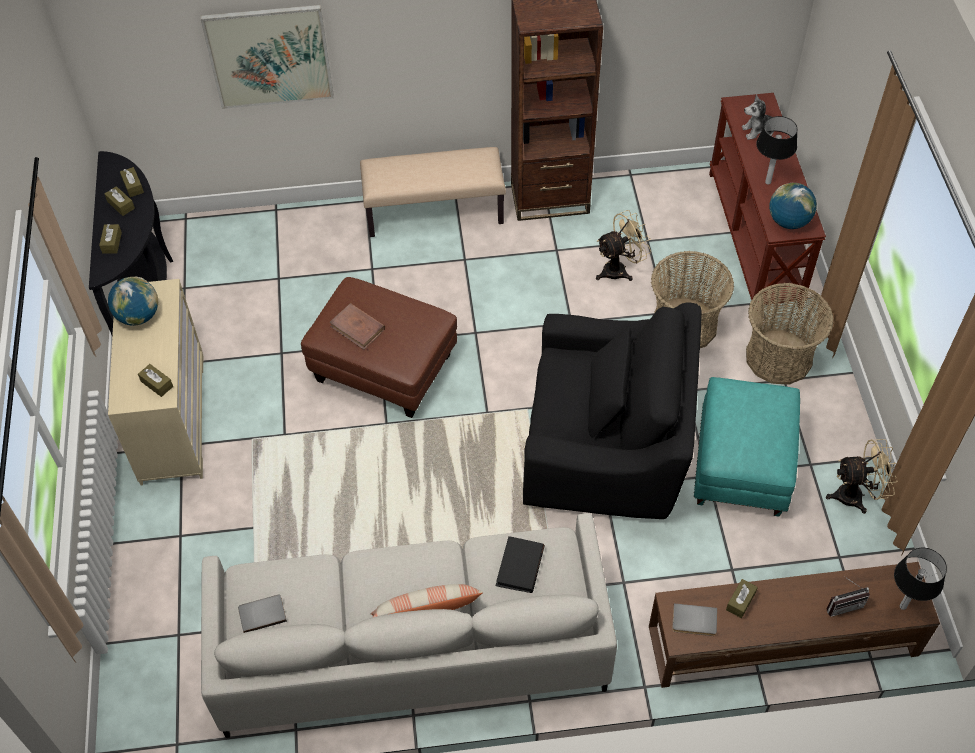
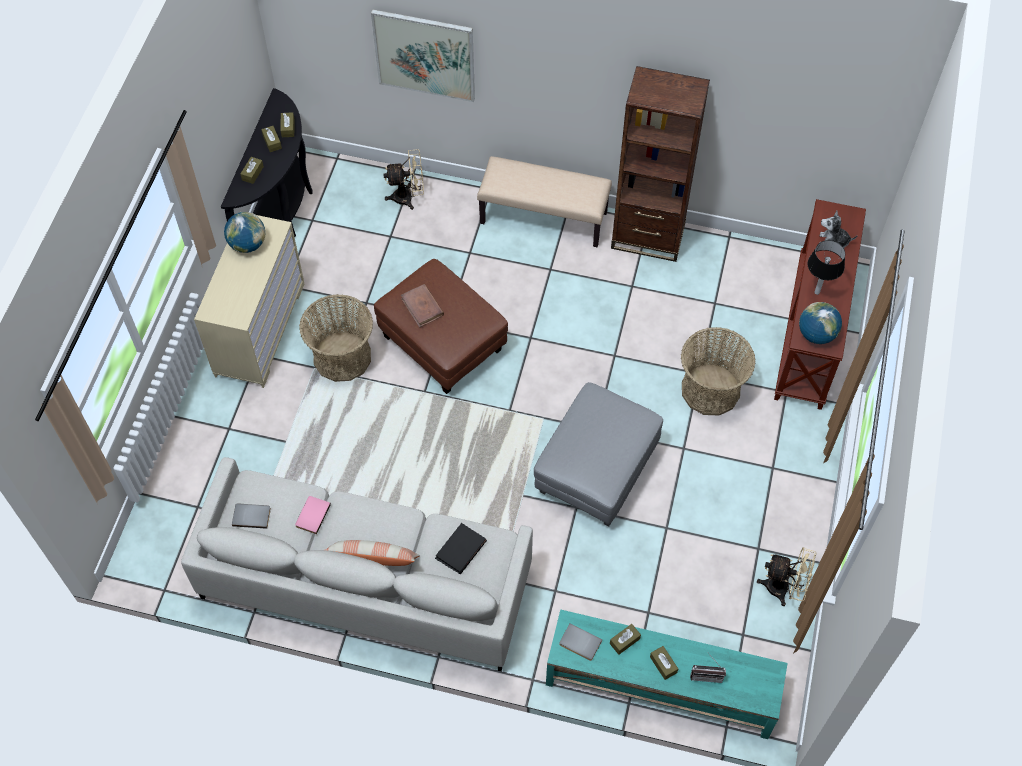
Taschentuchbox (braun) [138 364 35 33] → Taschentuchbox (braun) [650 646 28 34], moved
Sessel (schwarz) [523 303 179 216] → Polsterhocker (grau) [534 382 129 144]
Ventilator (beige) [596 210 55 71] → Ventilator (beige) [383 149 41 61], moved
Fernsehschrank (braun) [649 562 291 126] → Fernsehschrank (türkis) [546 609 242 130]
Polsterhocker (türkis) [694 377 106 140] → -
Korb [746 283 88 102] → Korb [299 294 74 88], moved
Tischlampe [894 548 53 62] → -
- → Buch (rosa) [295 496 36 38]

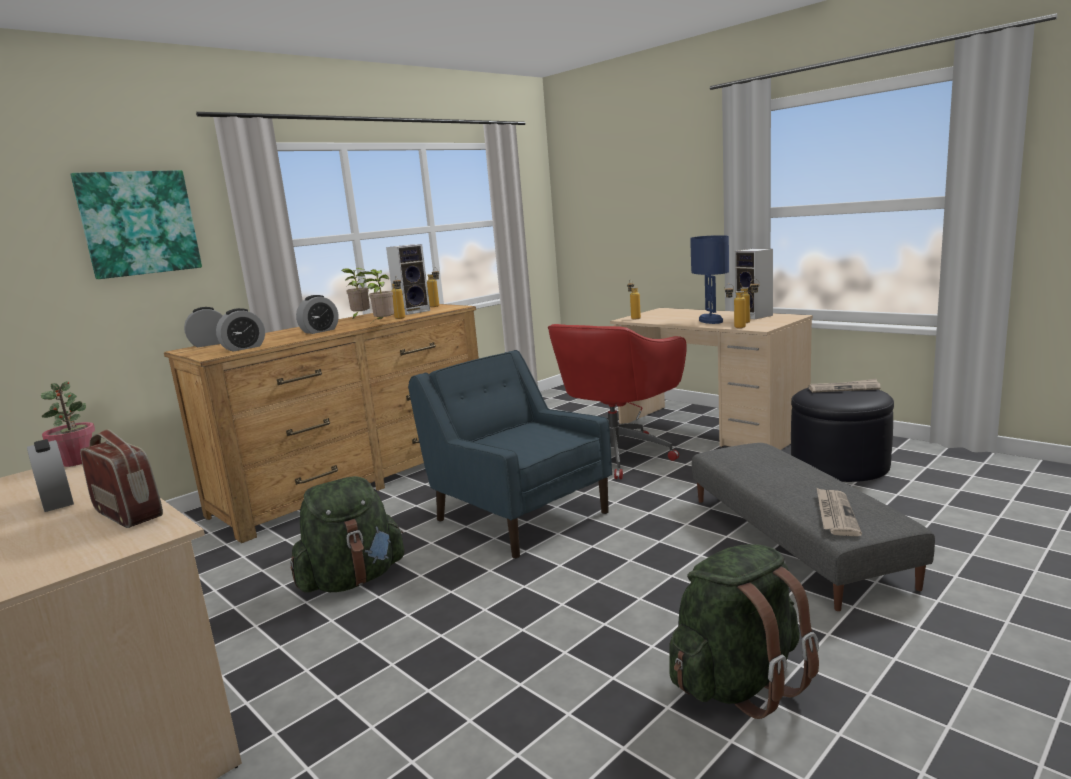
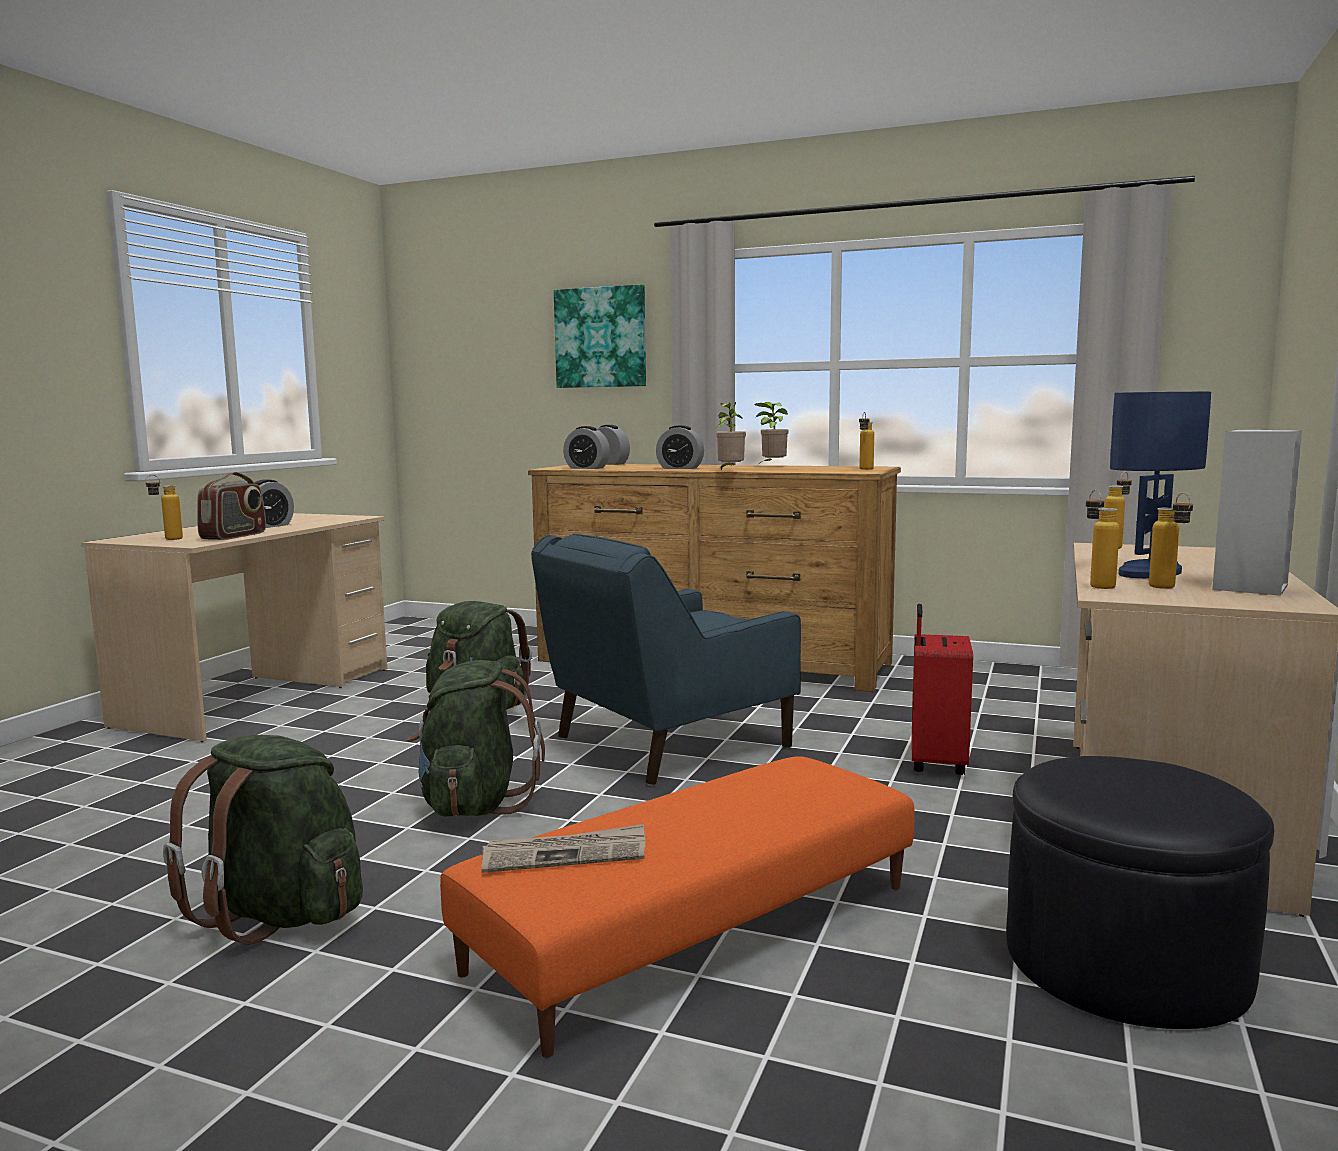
Topfpflanze [41 381 54 86] → -
Lautsprecher [386 244 44 71] → -
Flasche [391 276 14 43] → Flasche [145 475 38 65], moved
Sessel (blau) [408 350 204 209] → Sessel (blau) [531 534 270 252], 150 degrees counterclockwise
Bürostuhl (rot) [548 324 139 155] → Koffer (rot) [912 604 61 171]
Polsterhocker (grau) [692 443 243 168] → Polsterhocker (orange) [440 756 475 302]
Zeitung [808 379 72 14] → -
- → Rucksack (grün) [407 660 138 156]

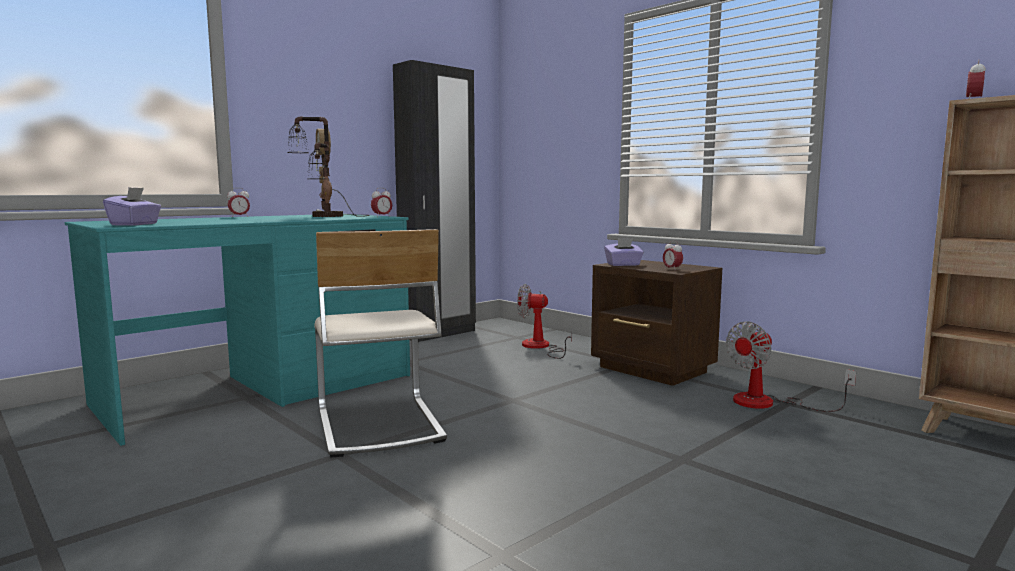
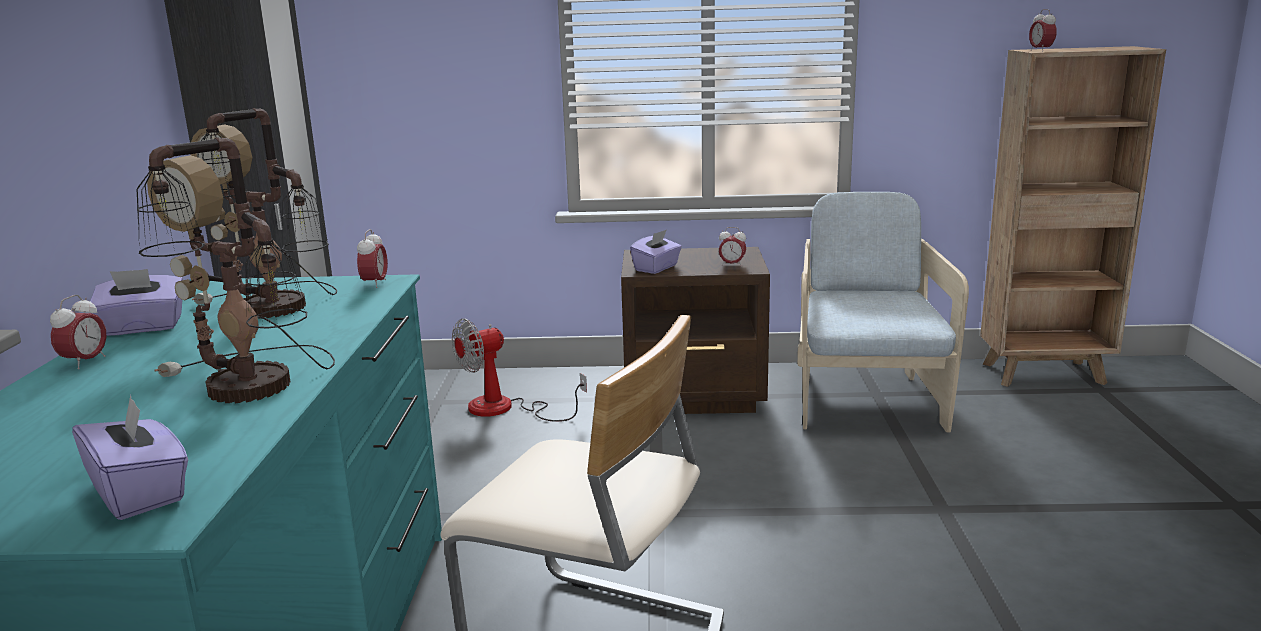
Ventilator [726 321 130 91] → Sessel (beige) [797 192 172 240]
- → Taschentuchbox (lila) [90 269 93 67]
- → Tischlampe [137 137 198 266]

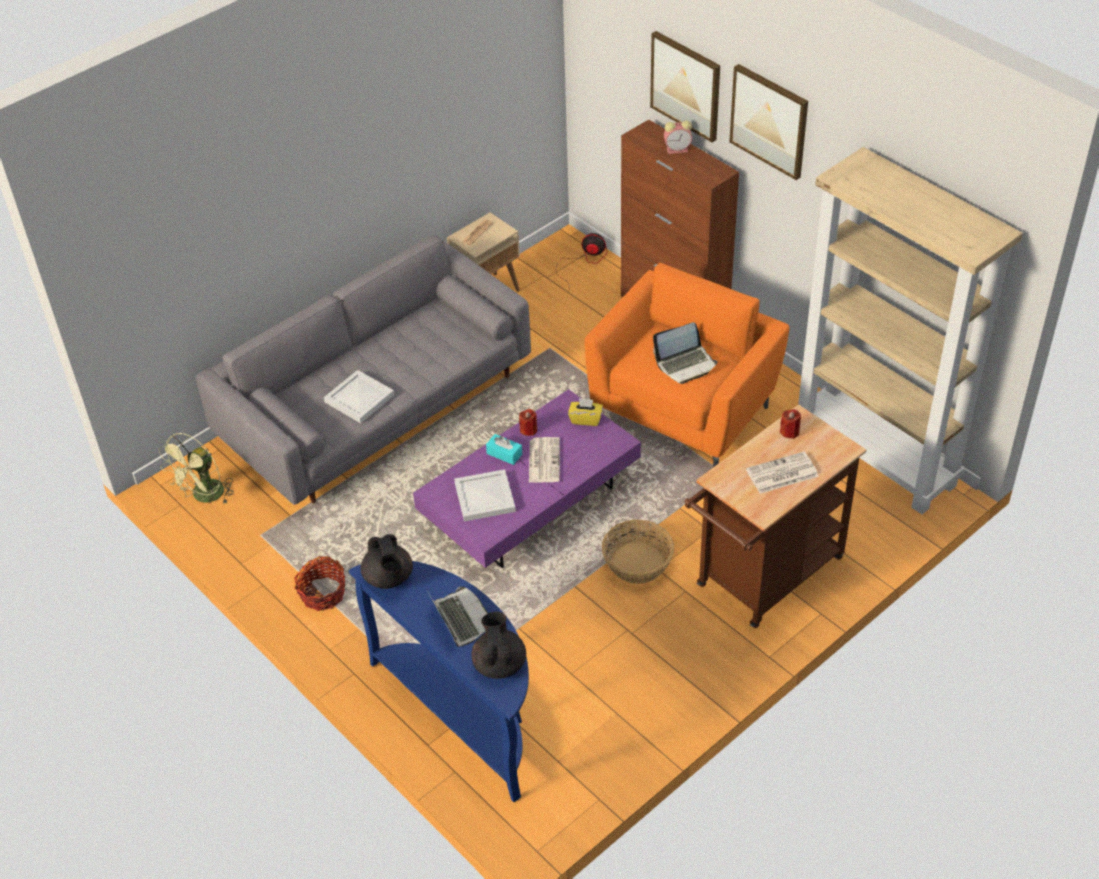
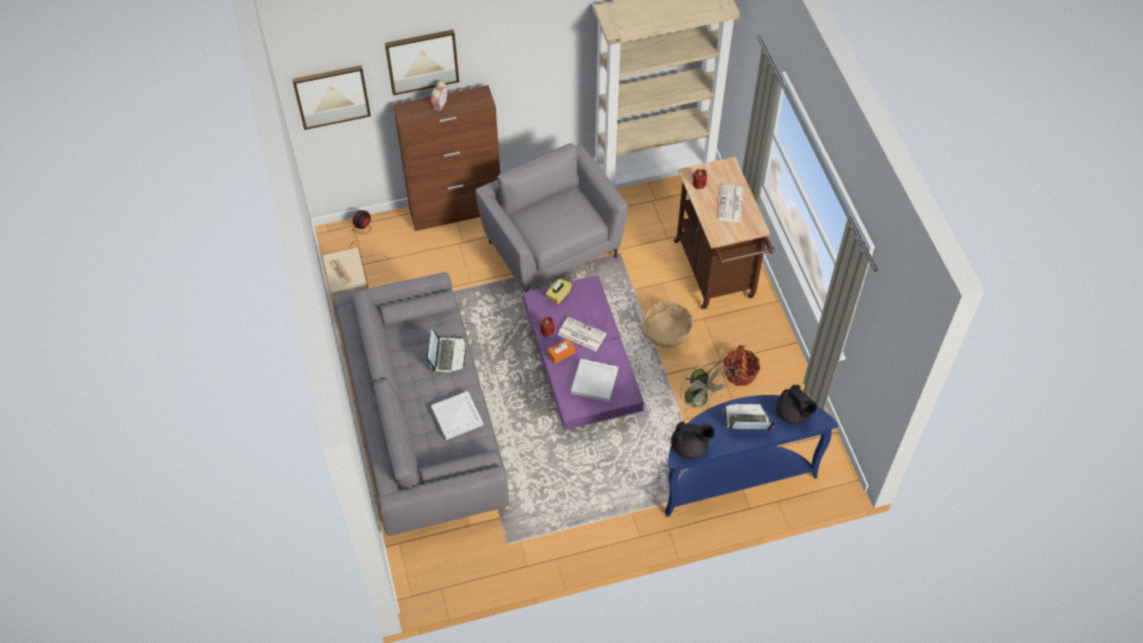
Ventilator (grün) [159 433 75 71] → Ventilator (grün) [680 361 50 52], moved
Korb [294 556 51 55] → Korb [724 345 36 41], moved
Teekanne (schwarz) [471 611 55 68] → Teekanne (schwarz) [776 385 41 39], 150 degrees counterclockwise
Taschentuchbox (türkis) [486 434 36 31] → Taschentuchbox (orange) [548 339 27 25]
Sessel (orange) [585 263 204 204] → Sessel (grau) [476 143 152 149]
Laptop [653 322 65 62] → Laptop [427 329 39 44], moved
Bild [729 64 79 116] → Bild [292 65 79 65], moved

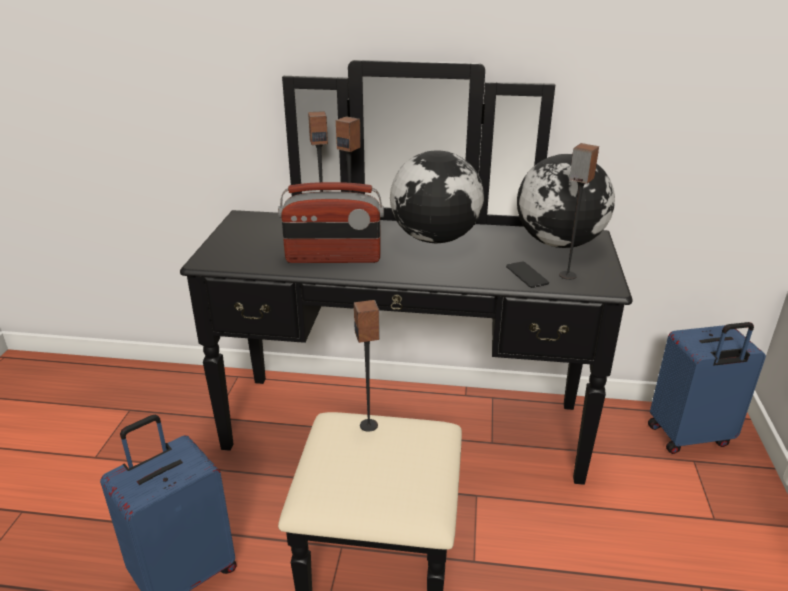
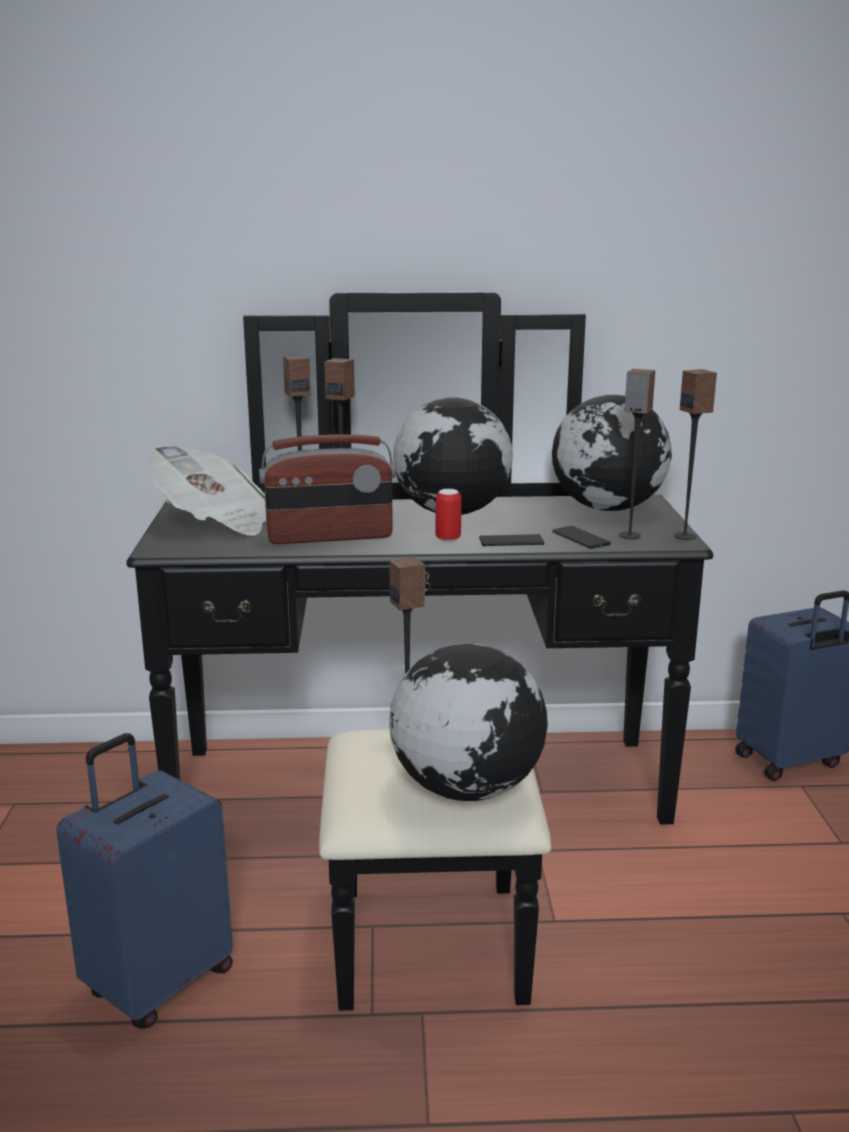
- → Zeitung [145 444 121 92]
- → Globus [389 644 159 157]
- → Dose [436 489 25 53]
- → Handy [479 534 65 12]
- → Lautsprecher [674 369 43 171]

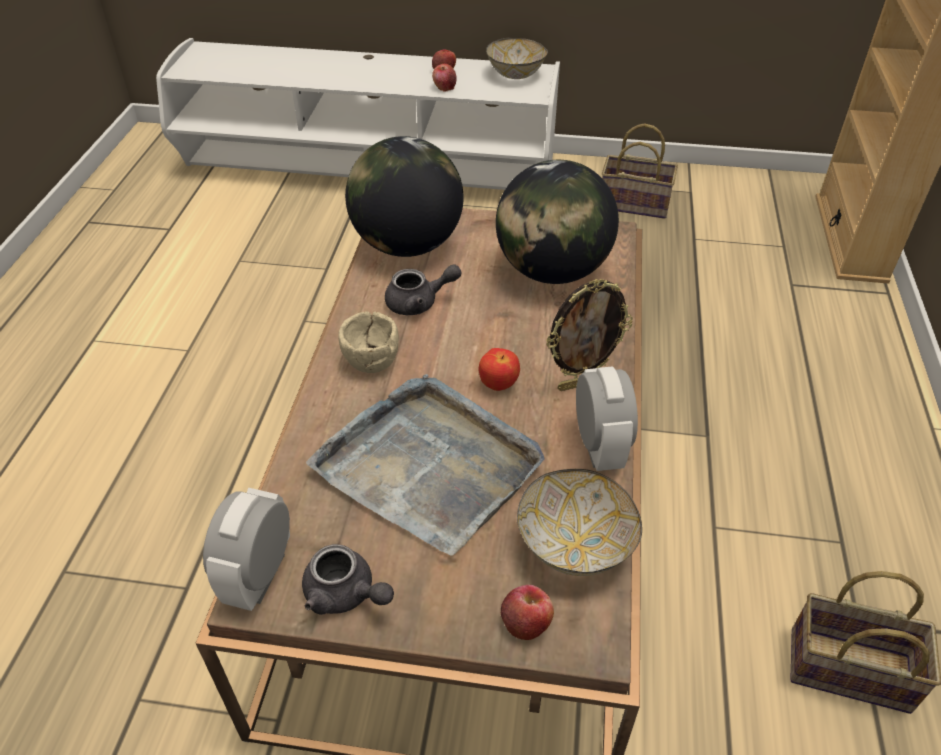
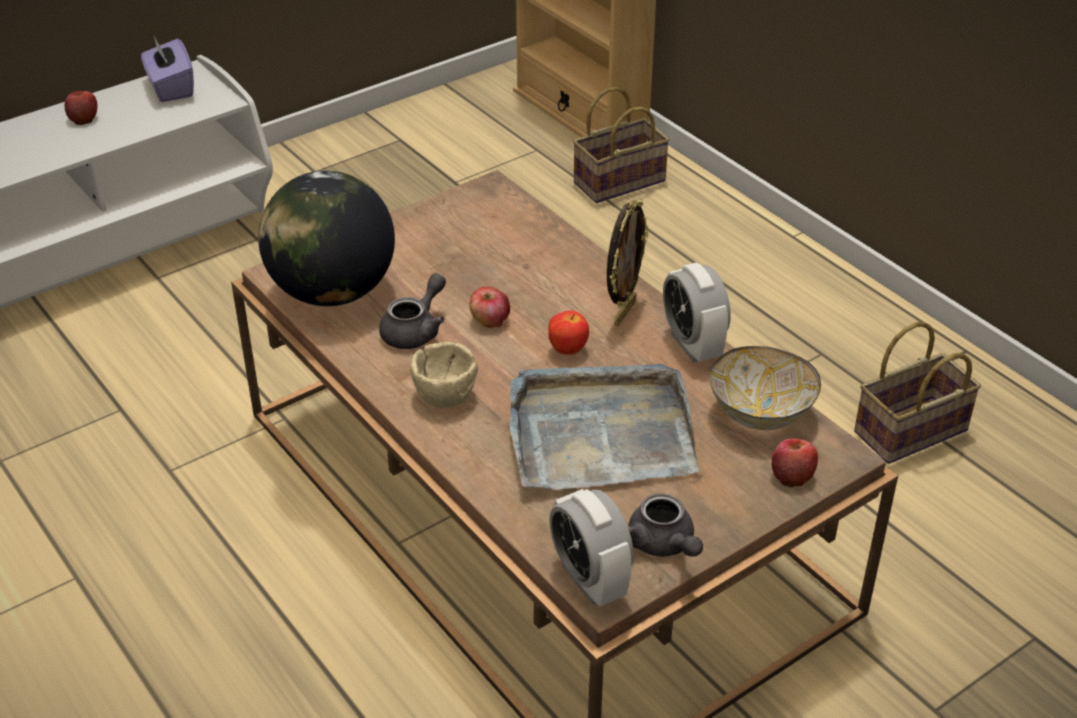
Teekanne (grau) [302 544 92 71] → Teekanne (grau) [628 493 75 64], 75 degrees clockwise
Apfel [432 64 25 28] → Apfel [469 287 41 41], moved
Schüssel [486 37 62 42] → Taschentuchbox (lila) [141 37 53 65]
Globus [496 160 123 124] → -
Wecker [576 366 62 105] → Wecker [663 263 68 99], 150 degrees counterclockwise
Korb [602 123 76 96] → Korb [573 87 97 116], moved

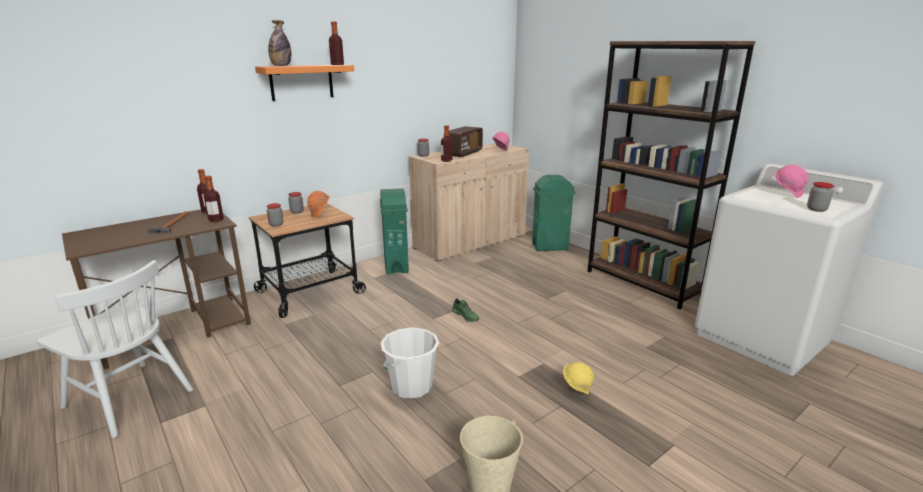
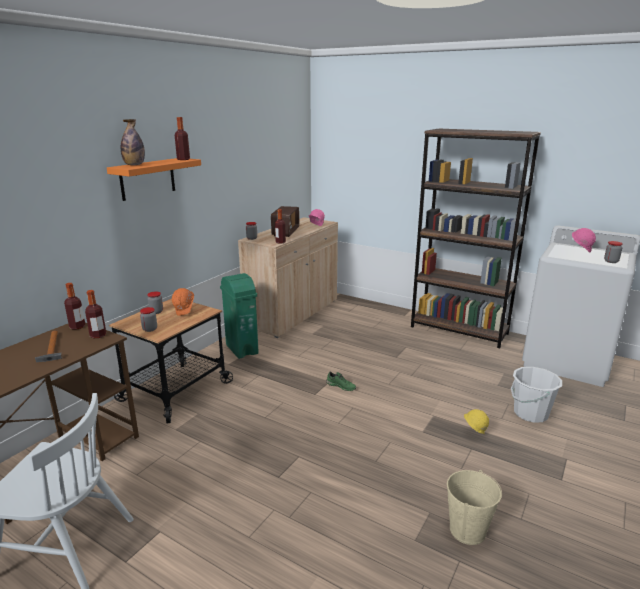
Eimer (weiß) [380 327 59 72] → Eimer (weiß) [511 367 51 56], moved
Mülleimer (grün) [532 175 43 76] → -

